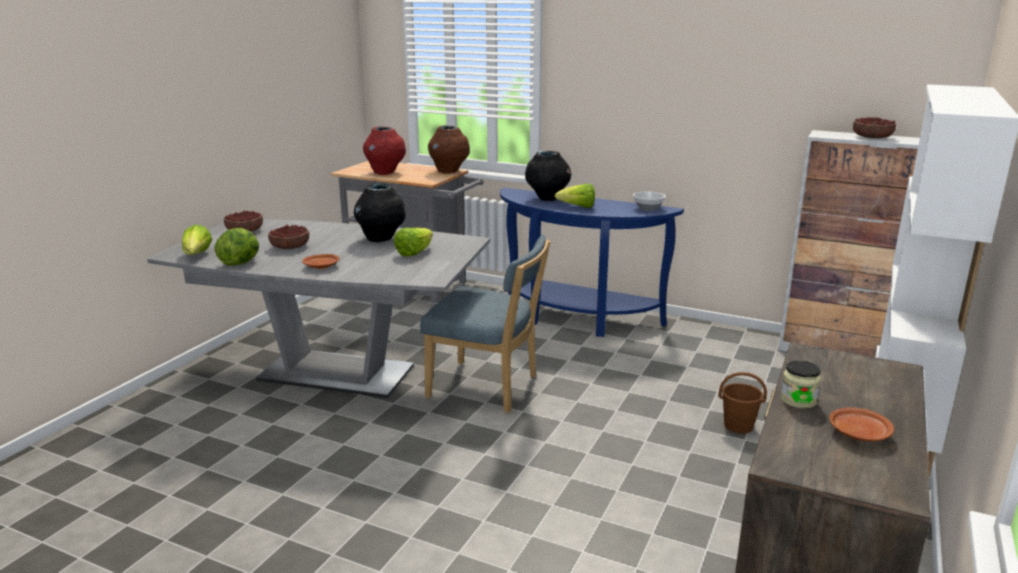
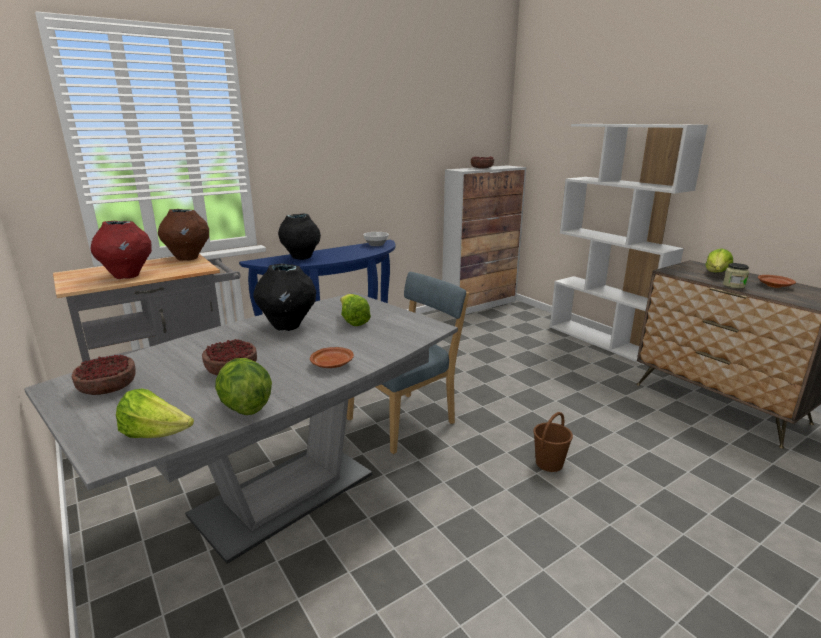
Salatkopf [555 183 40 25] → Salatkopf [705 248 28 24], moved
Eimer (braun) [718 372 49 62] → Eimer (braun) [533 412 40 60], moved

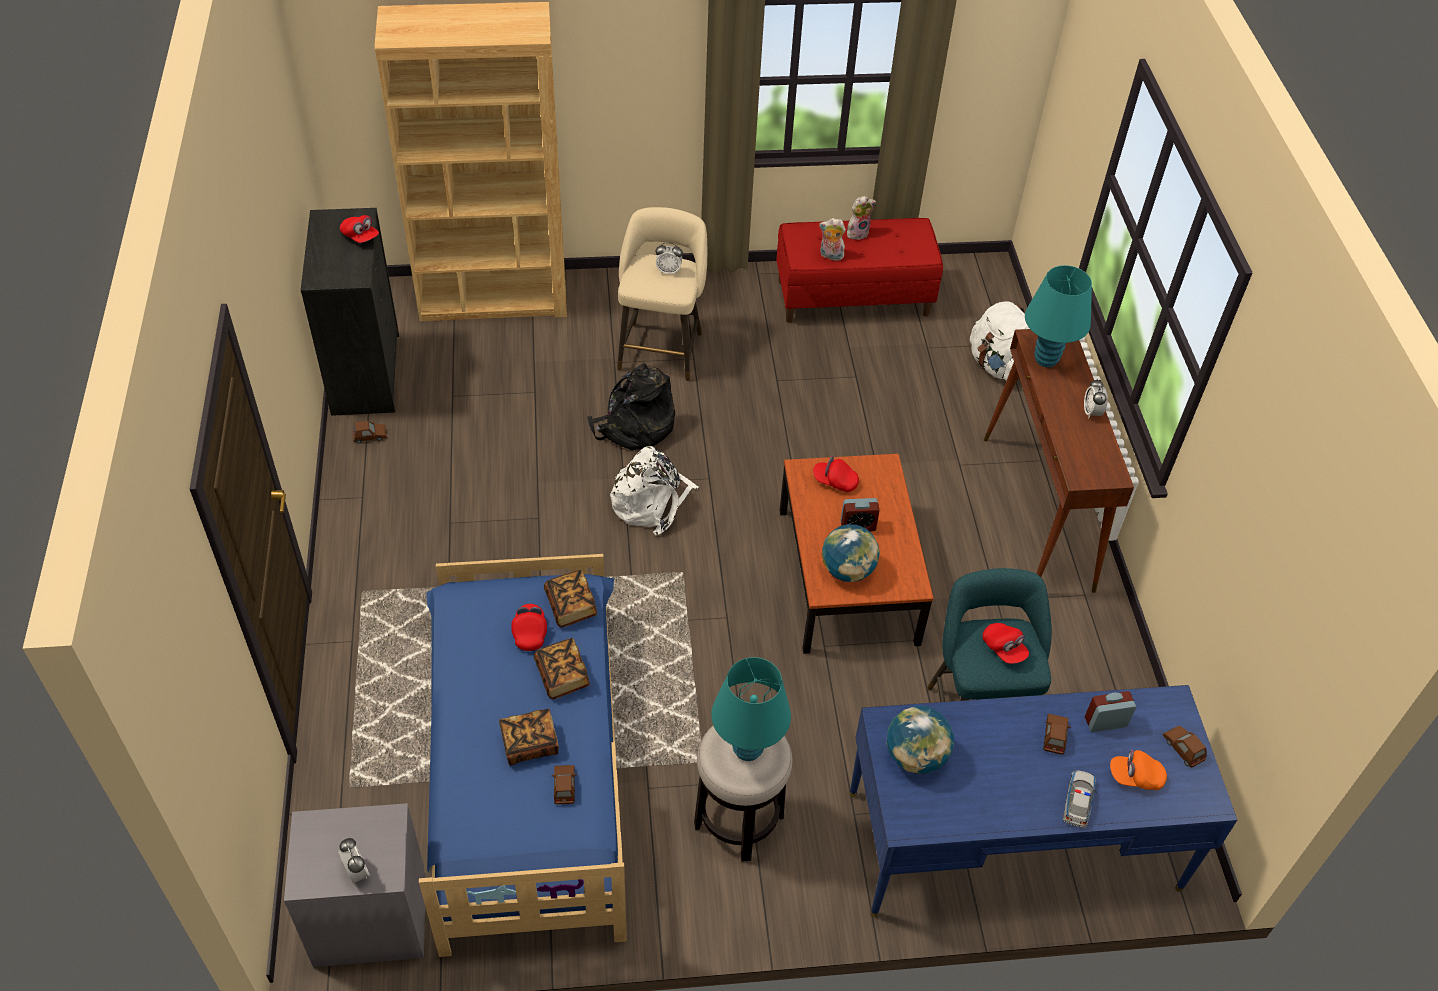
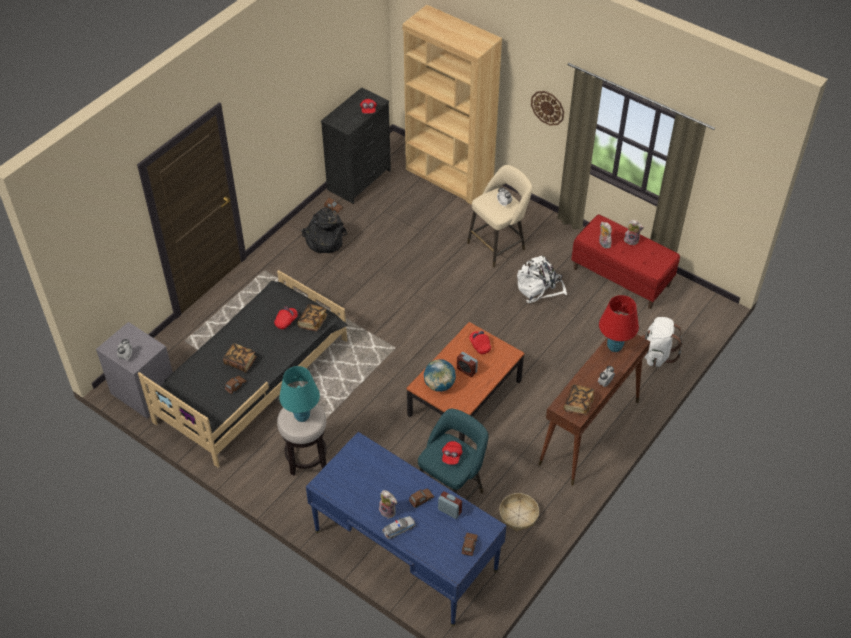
Bett (blau) [419 554 208 403] → Bett (schwarz) [138 270 210 198]
Buch [534 638 56 61] → Buch [563 384 31 32], moved
Rucksack (schwarz) [587 363 88 87] → Rucksack (schwarz) [301 208 46 45], moved
Rucksack (weiß) [610 446 89 89] → Rucksack (weiß) [517 256 50 47], moved
Globus [887 706 67 68] → -
Tischlampe (türkis) [1025 265 67 102] → Tischlampe (rot) [599 295 40 57]
Kappe (orange) [1110 750 57 40] → -
- → Plüschtier [379 490 18 29]
- → Korb [499 493 40 38]
- → Wanduhr [531 91 33 34]

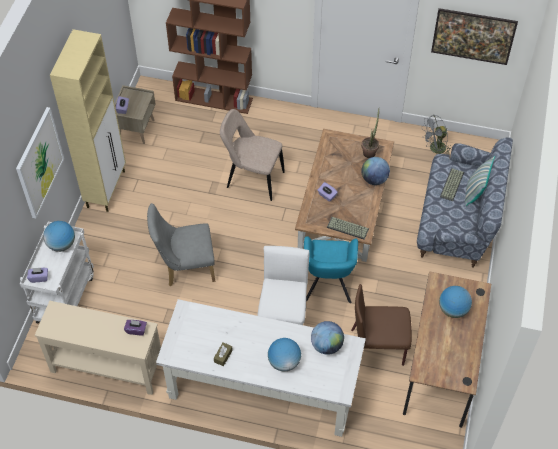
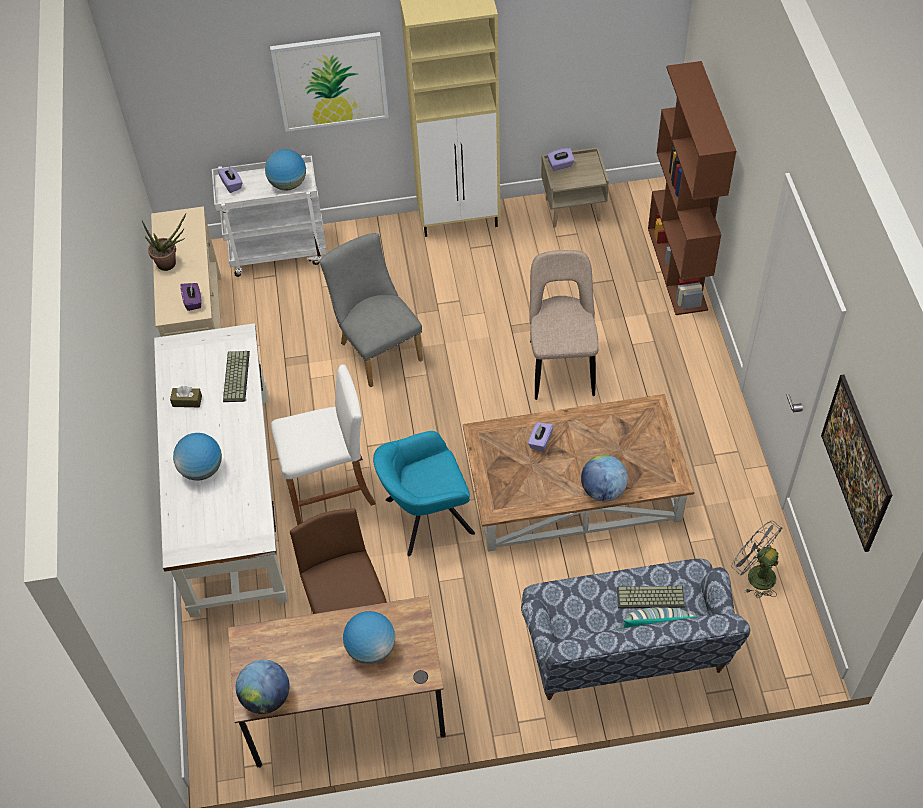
Globus [311 321 33 34] → Globus [236 659 54 55], moved
Tastatur [327 217 42 23] → Tastatur [223 351 27 51], moved
Topfpflanze [361 108 18 50] → Topfpflanze [142 214 44 57], moved

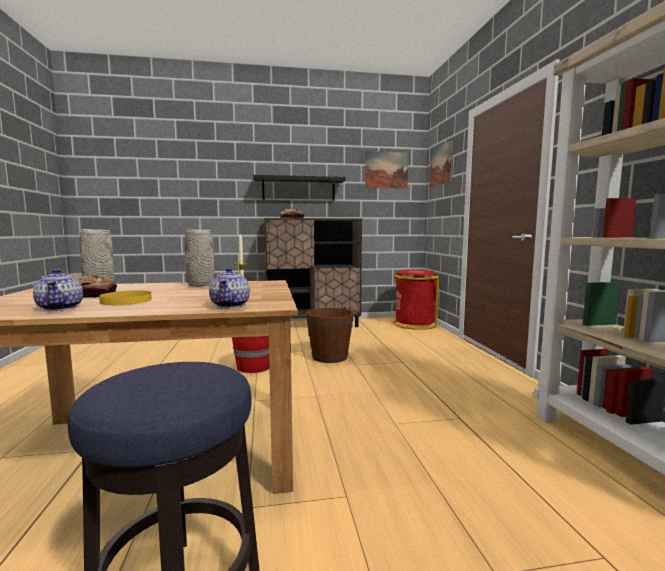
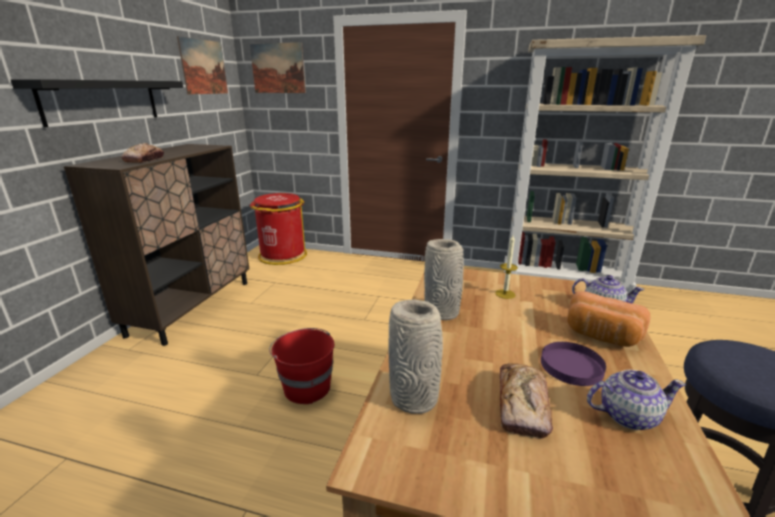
Teller (gelb) [99 290 53 15] → Teller (lila) [541 342 65 44]
Eimer (braun) [306 307 48 56] → -
- → Brot [567 291 83 56]

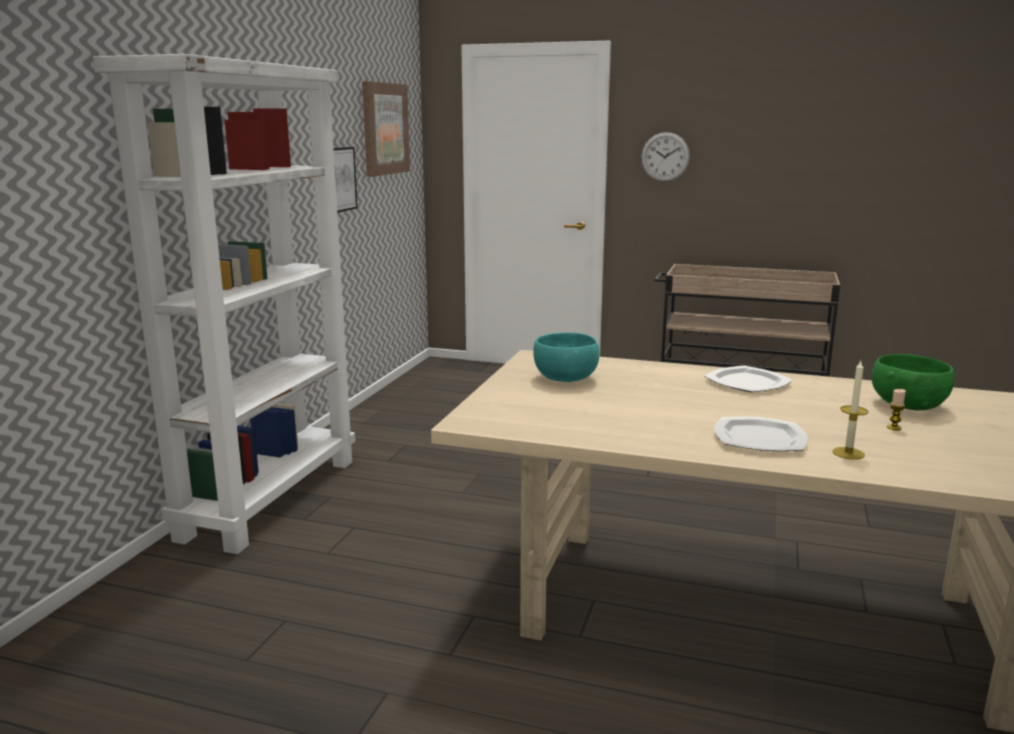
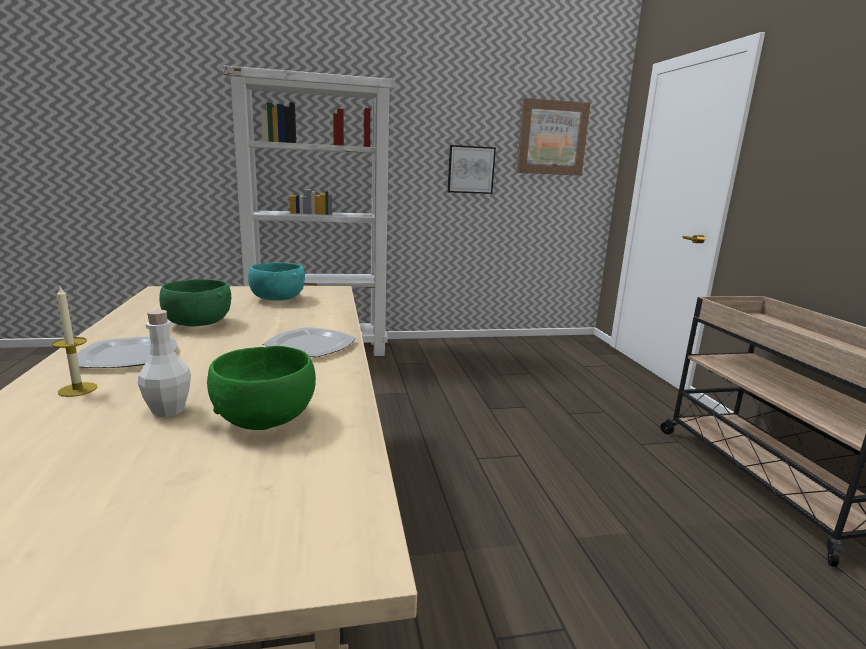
Wanduhr [641 132 49 50] → -
Kerze [887 389 19 41] → Flasche (weiß) [138 310 53 107]
- → Schüssel (grün) [159 279 72 47]

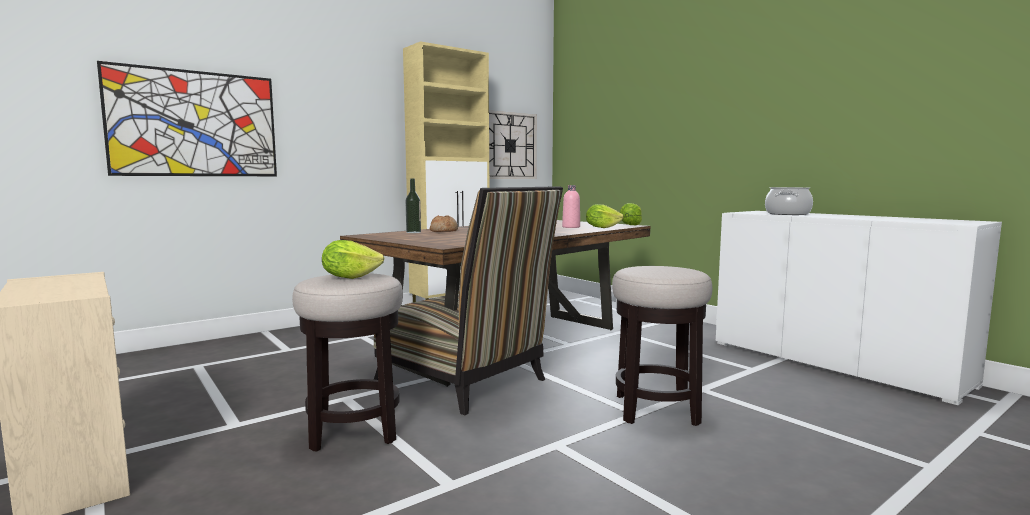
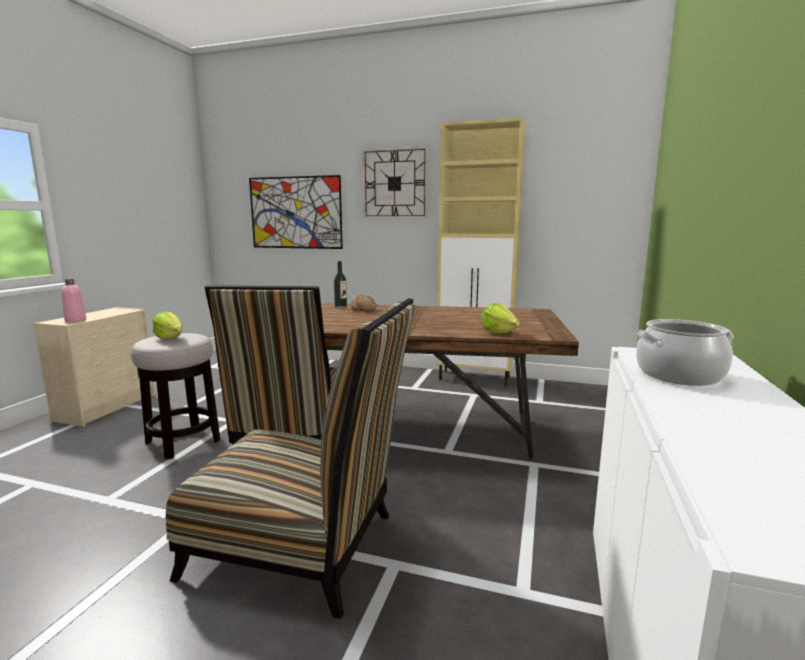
Wanduhr [489 110 48 69] → Wanduhr [362 146 66 73], moved
Flasche (rosa) [562 185 18 43] → Flasche (rosa) [61 279 25 44], moved
Hocker [612 266 100 160] → Stuhl [166 298 249 321]
Salatkopf [620 203 22 22] → -

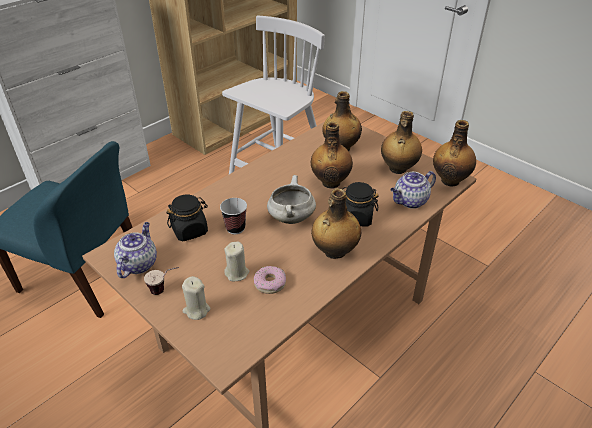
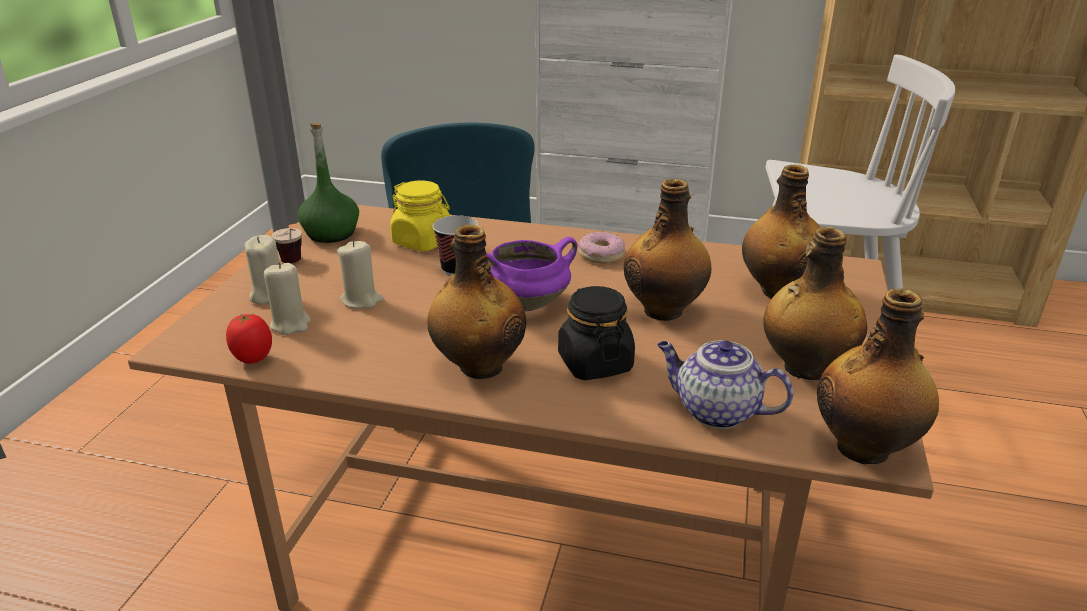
Teekanne [114 222 43 56] → Flasche (grün) [297 122 62 121]
Vorratsglas (schwarz) [166 194 42 47] → Vorratsglas (gelb) [390 180 60 71]
Donut [254 266 32 28] → Donut [578 232 47 31], moved
Kochtopf (weiß) [267 175 49 49] → Kochtopf (lila) [486 237 91 75]
- → Tomate [226 313 46 51]
- → Kerze (beige) [264 262 47 73]

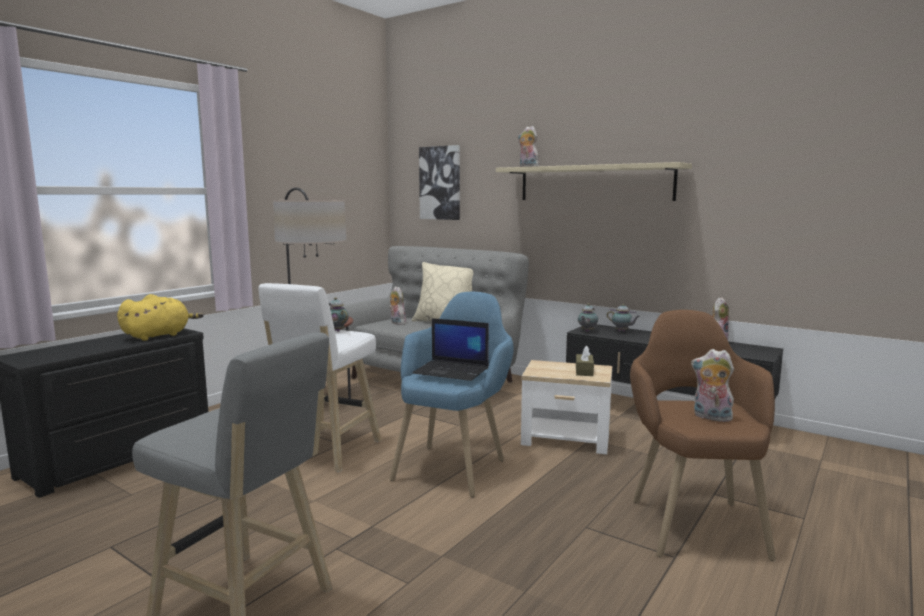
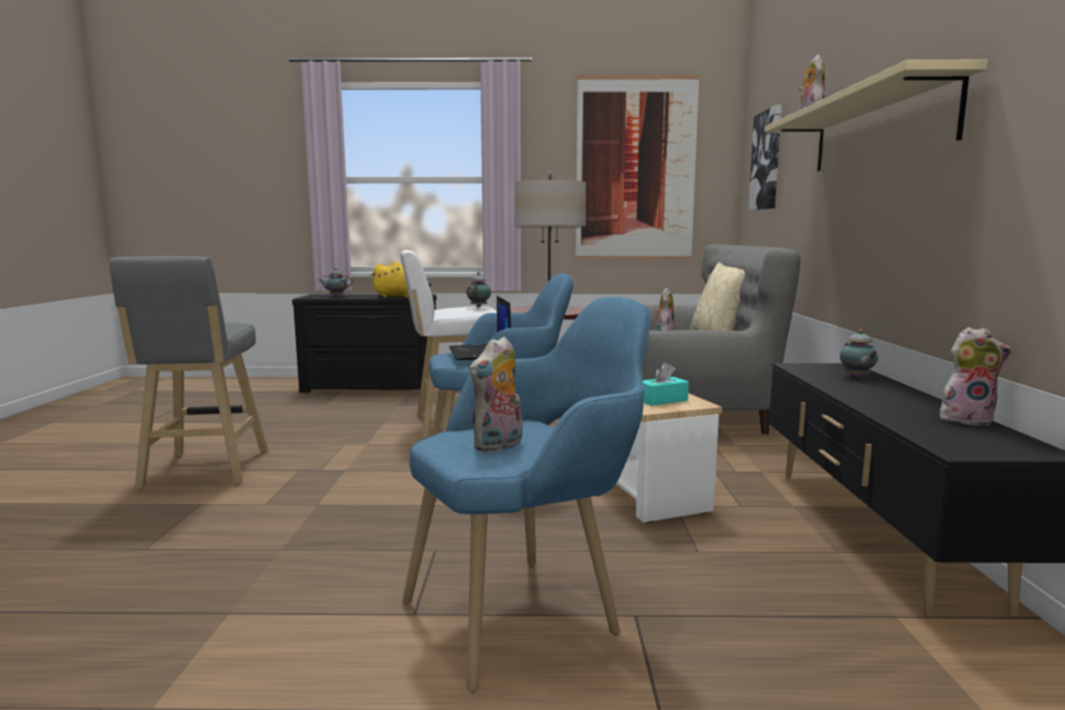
Taschentuchbox (braun) [576 346 18 30] → Taschentuchbox (türkis) [643 363 46 43]
Teekanne [578 303 20 29] → Teekanne [319 268 34 29], moved
Sessel (braun) [630 310 146 251] → Sessel (blau) [402 297 248 396]
Plüschtier [691 349 43 73] → Plüschtier [469 336 53 116], 135 degrees counterclockwise
- → Bild [576 75 124 184]

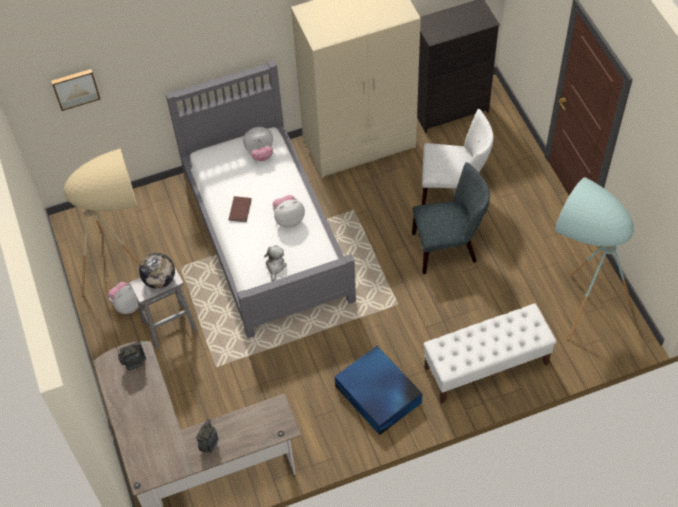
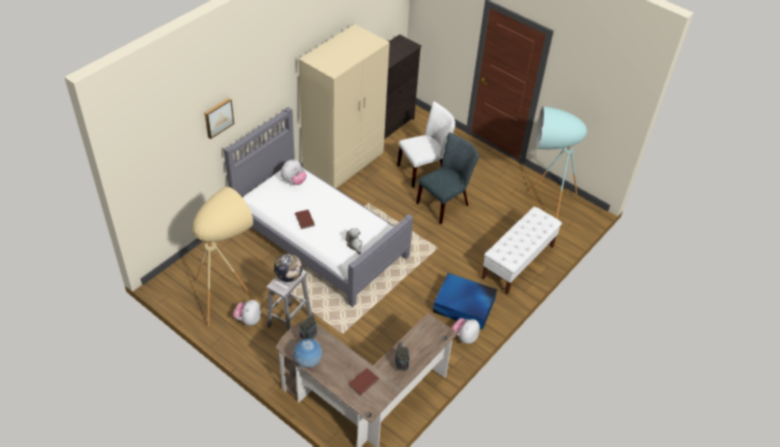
Bild [51 69 50 42] → Bild [205 98 29 41], moved
Plüschtier [273 195 32 33] → Plüschtier [451 318 29 26], moved
- → Globus [293 339 29 29]
- → Buch (braun) [348 368 31 27]

